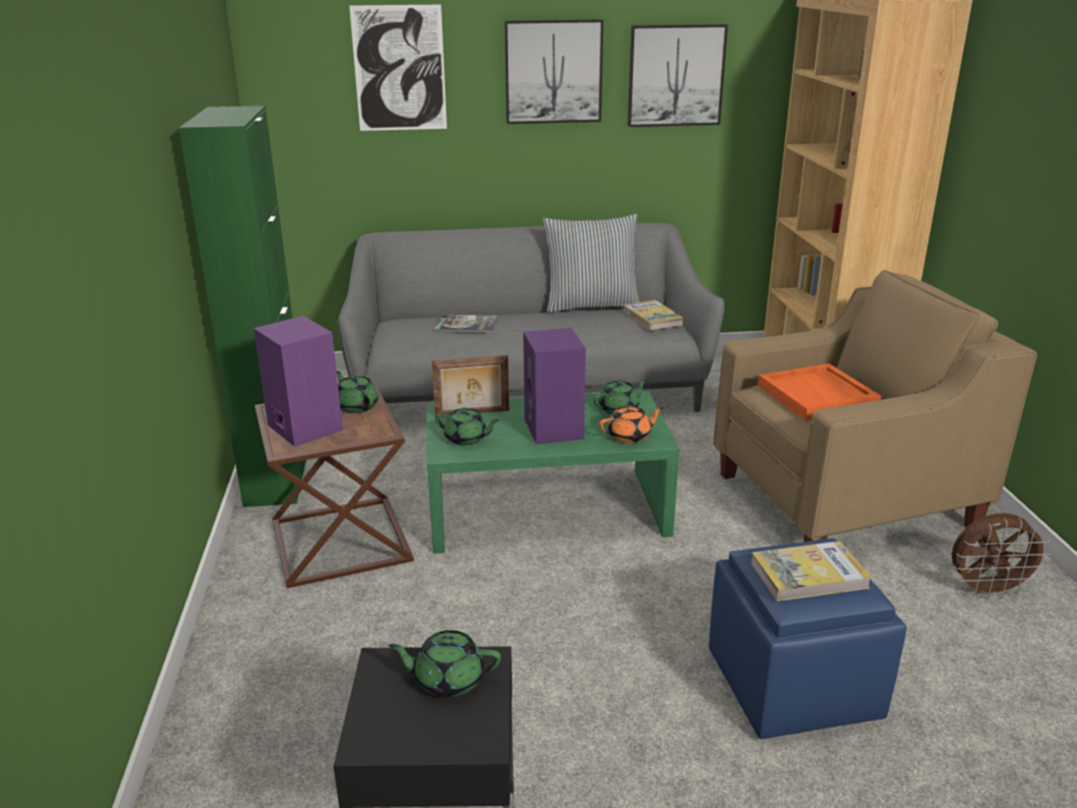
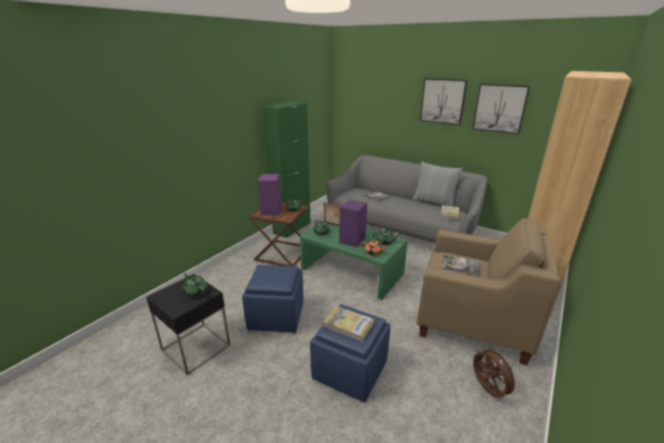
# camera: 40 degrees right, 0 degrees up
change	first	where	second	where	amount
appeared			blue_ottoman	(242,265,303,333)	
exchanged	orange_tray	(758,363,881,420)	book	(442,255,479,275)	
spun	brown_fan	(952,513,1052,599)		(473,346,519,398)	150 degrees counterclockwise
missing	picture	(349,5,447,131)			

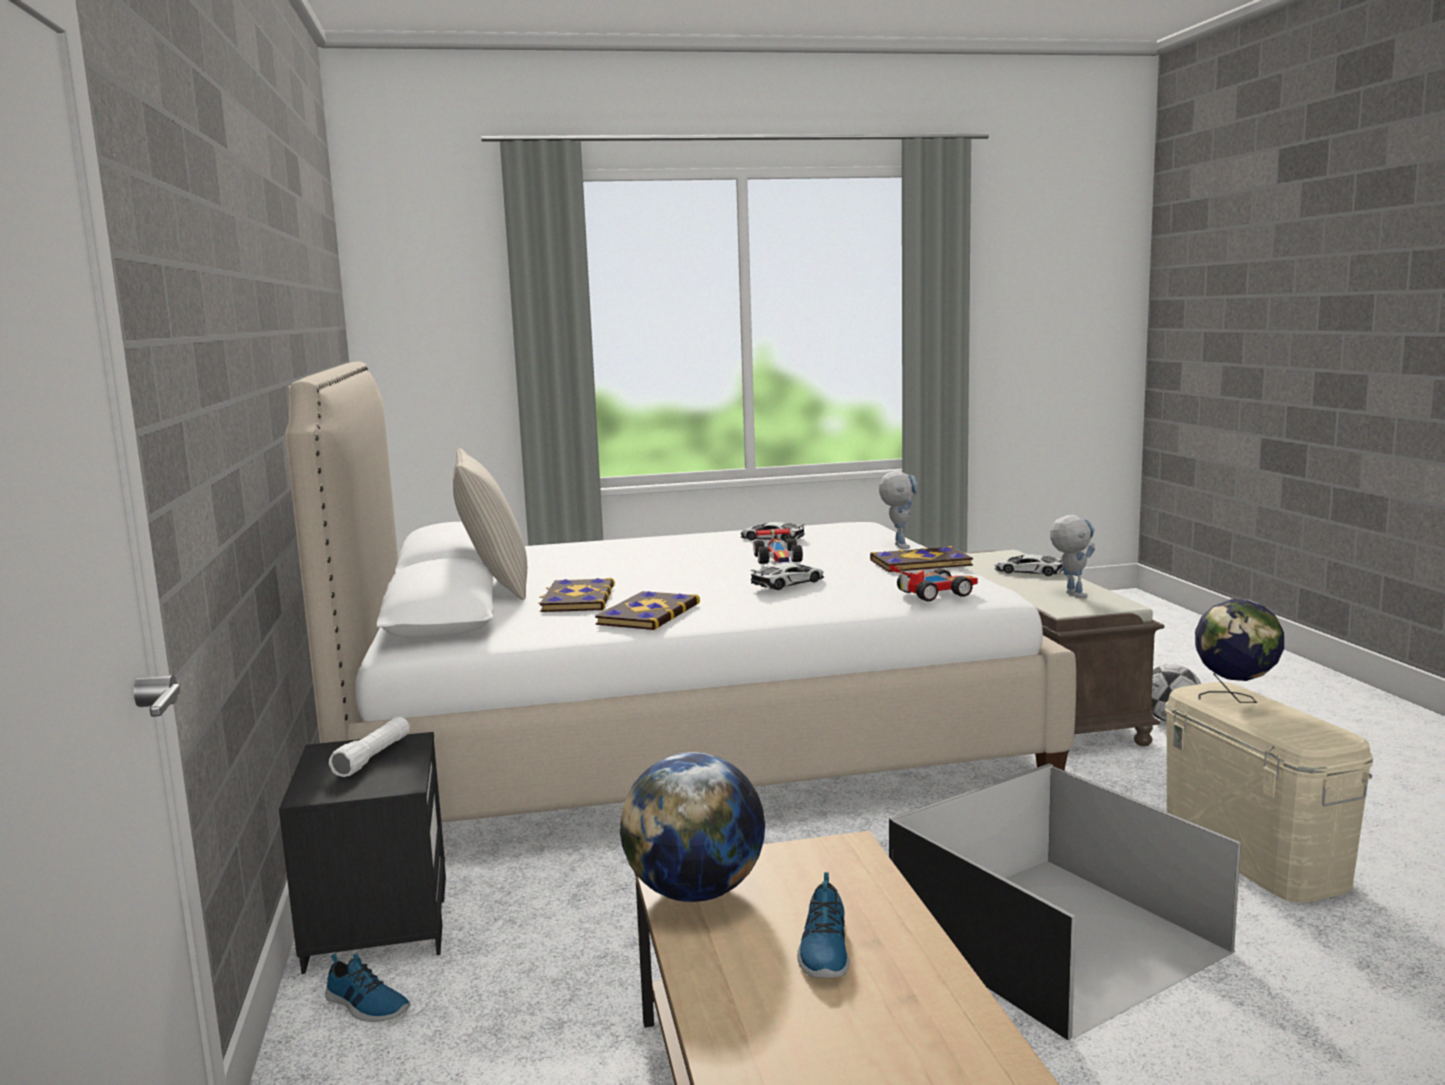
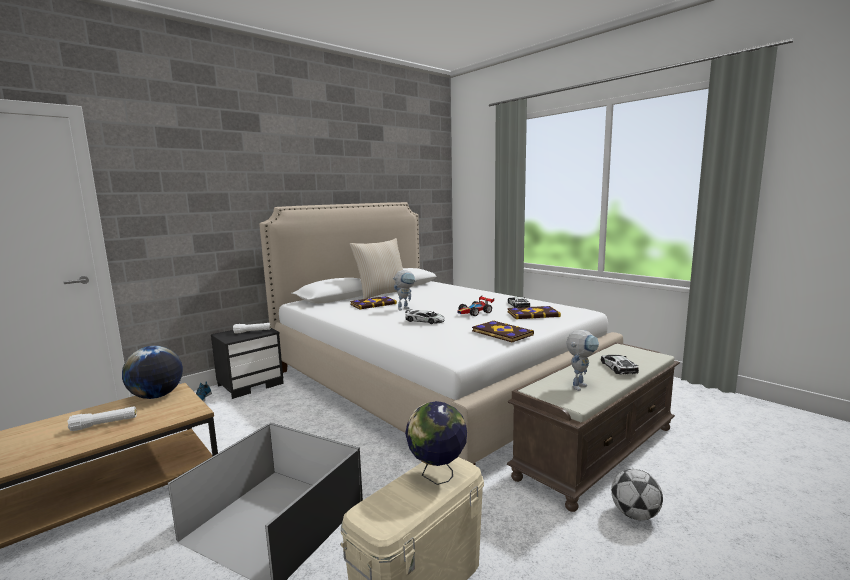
# camera: 60 degrees right, 0 degrees up
change	first	where	second	where	amount
exchanged	shoe	(797,872,850,978)	white_flashlight	(67,406,137,431)	
relocated	toy_robot	(879,471,918,549)		(393,270,416,310)	
relocated	book	(595,591,700,630)		(507,306,561,319)	
missing	toy_car	(890,565,978,602)			

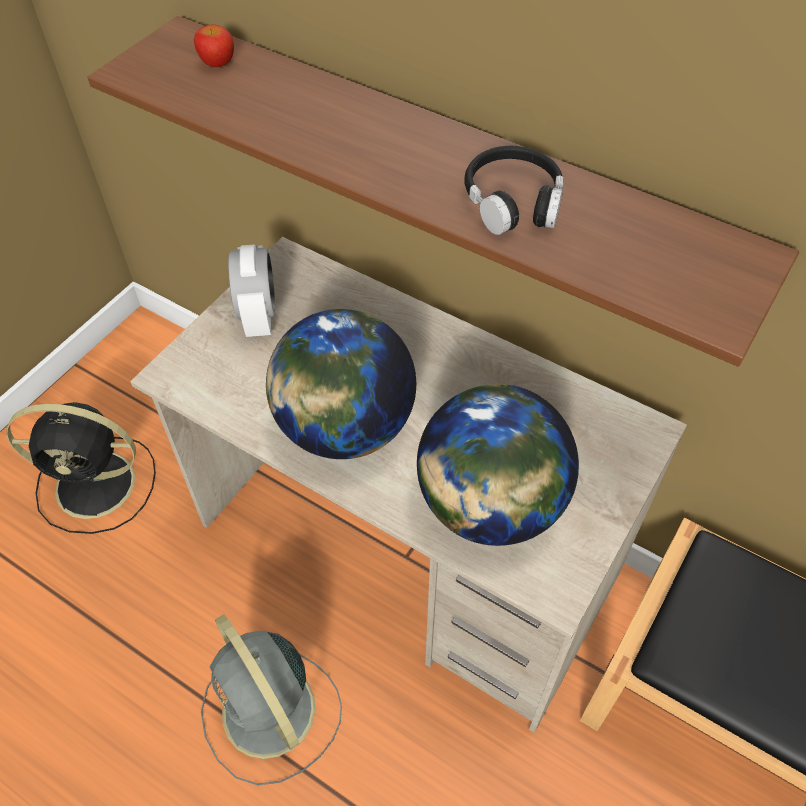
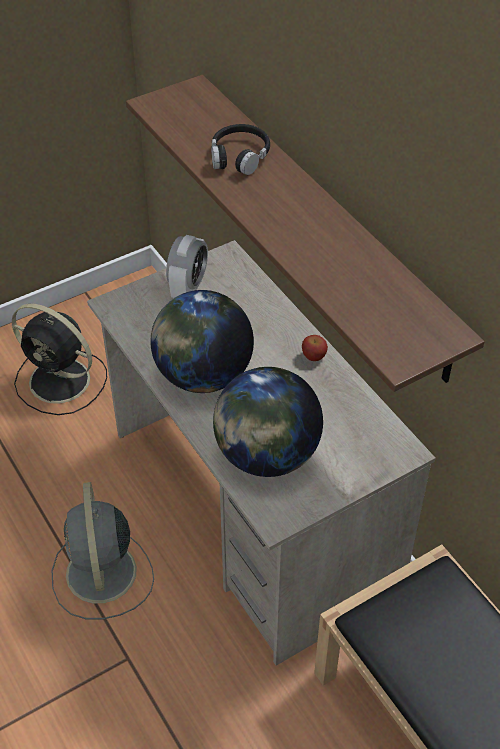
# camera: 25 degrees right, 5 degrees down
change	first	where	second	where	amount
relocated	black_headphones	(464,146,563,235)		(211,124,270,175)	
relocated	apple	(194,24,234,67)		(302,335,328,361)	

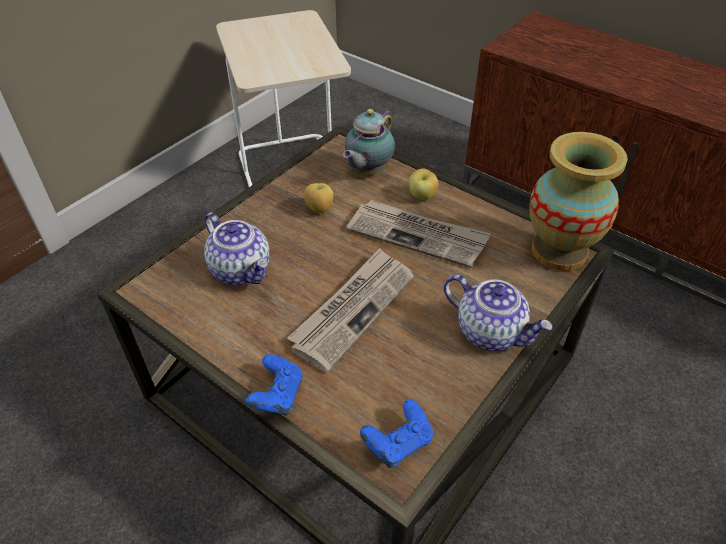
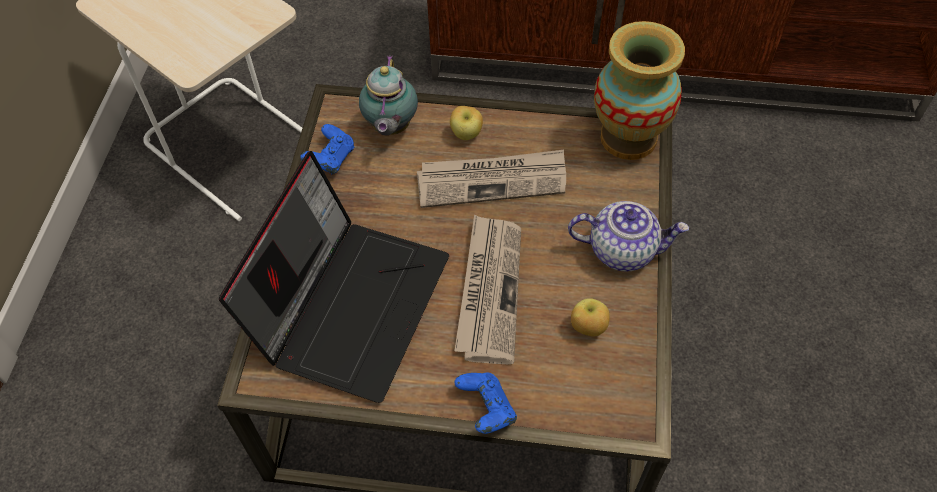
# camera: 30 degrees left, 10 degrees up
change	first	where	second	where	amount
exchanged	teapot	(204,212,270,285)	laptop	(219,151,449,403)	
relocated	blue_game_controller	(360,399,433,468)		(300,124,354,174)	
relocated	apple	(304,183,333,214)		(571,298,610,337)	

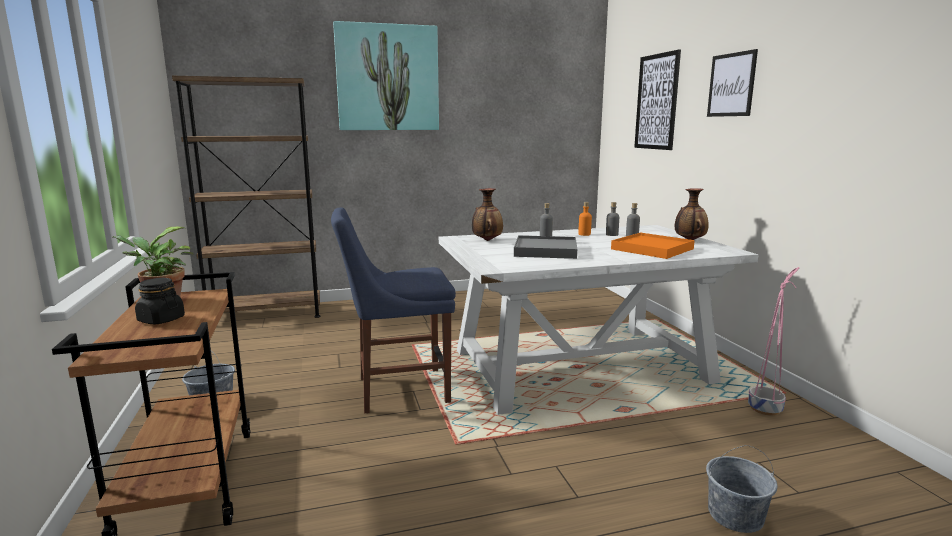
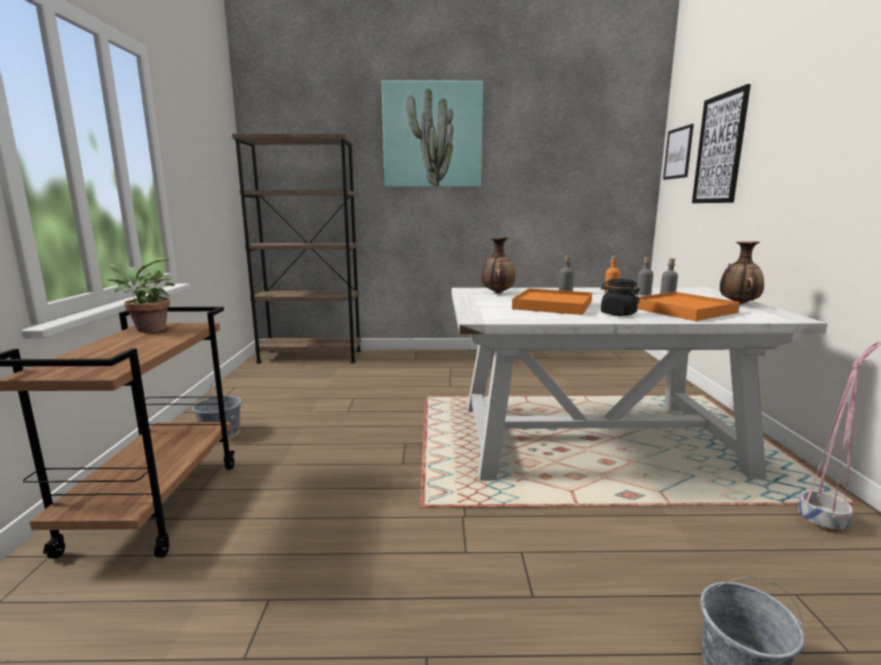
# camera: 15 degrees right, 0 degrees up
change	first	where	second	where	amount
colour	grey_tray	(514,235,577,259)	orange_tray	(512,288,592,315)	
relocated	black_jar	(135,278,185,325)		(601,279,640,316)	
relocated	picture	(707,49,758,117)		(663,124,694,180)	
missing	blue_chair	(331,207,456,413)			

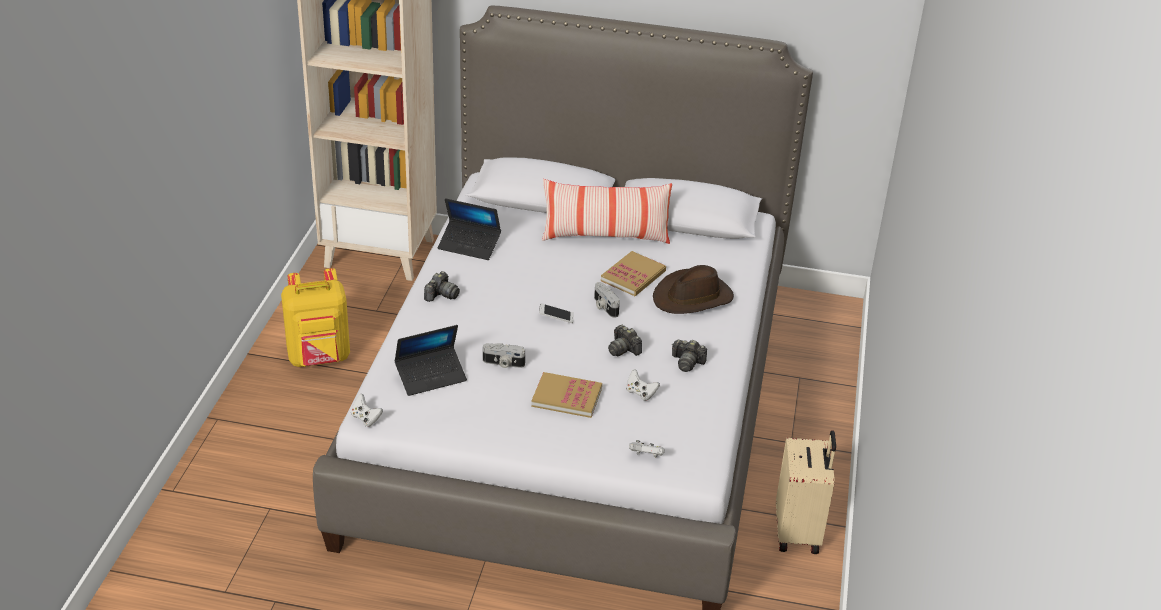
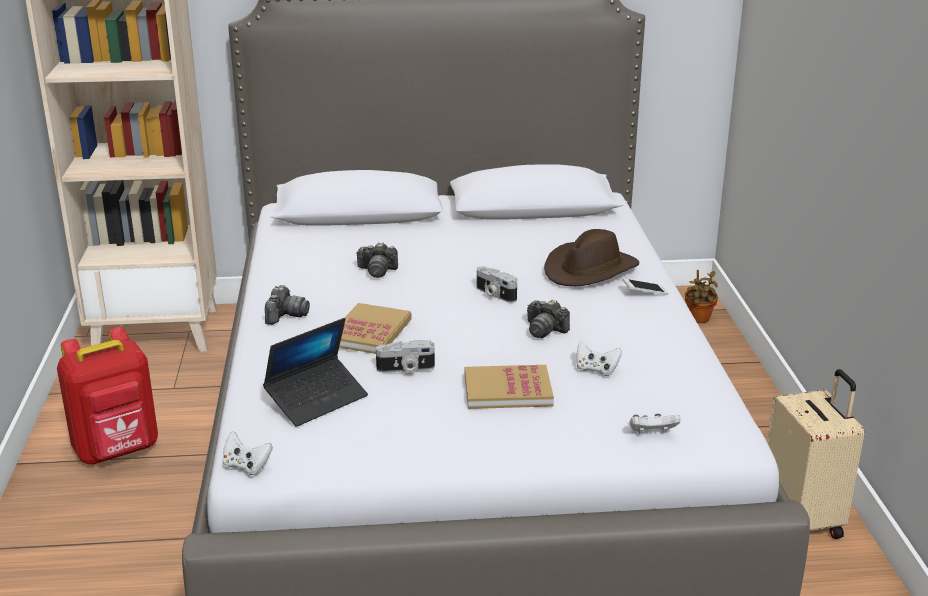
# camera: 15 degrees left, 10 degrees down
change	first	where	second	where	amount
colour	yellow_backpack	(281,268,350,367)	red_backpack	(57,327,158,465)	
relocated	book	(601,251,666,296)		(339,303,412,354)	
relocated	photo_camera	(672,340,707,372)		(356,242,398,278)	
relocated	phone	(539,303,574,323)		(622,278,668,295)	
appeared			potted_plant	(685,270,718,323)	
missing	laptop	(438,198,501,260)			
missing	pillow	(542,179,672,244)			

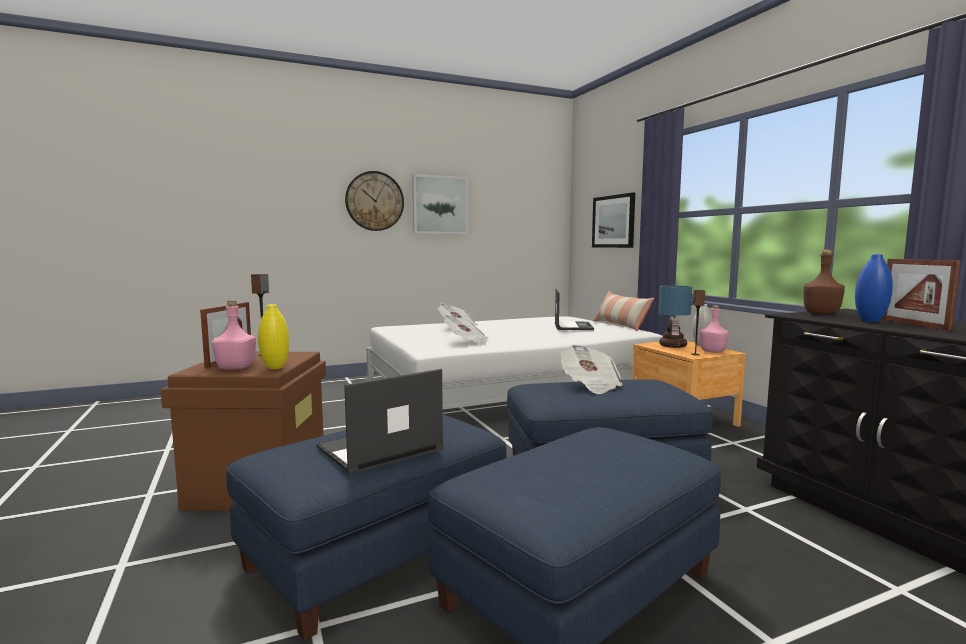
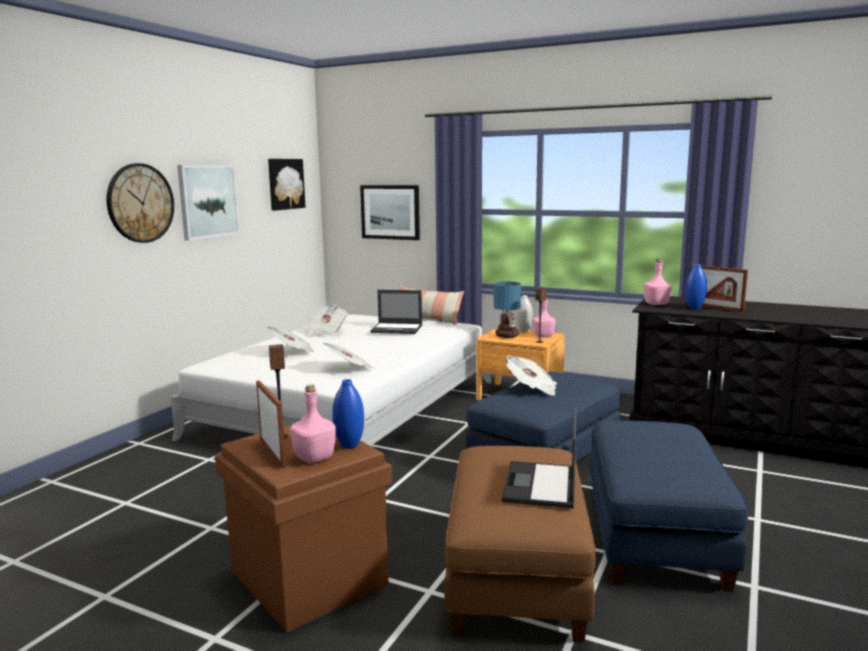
# camera: 40 degrees left, 5 degrees up
change	first	where	second	where	amount
appeared			picture	(268,159,306,211)	
appeared			newspaper	(308,305,348,337)	
colour	yellow_vase	(258,304,289,369)	blue_vase	(333,379,364,449)	
spun	laptop	(555,289,594,330)		(370,290,422,334)	135 degrees clockwise
colour	blue_ottoman	(226,415,507,640)	brown_ottoman	(444,446,596,643)	
colour	brown_bottle	(803,249,845,314)	pink_bottle	(644,259,672,305)	

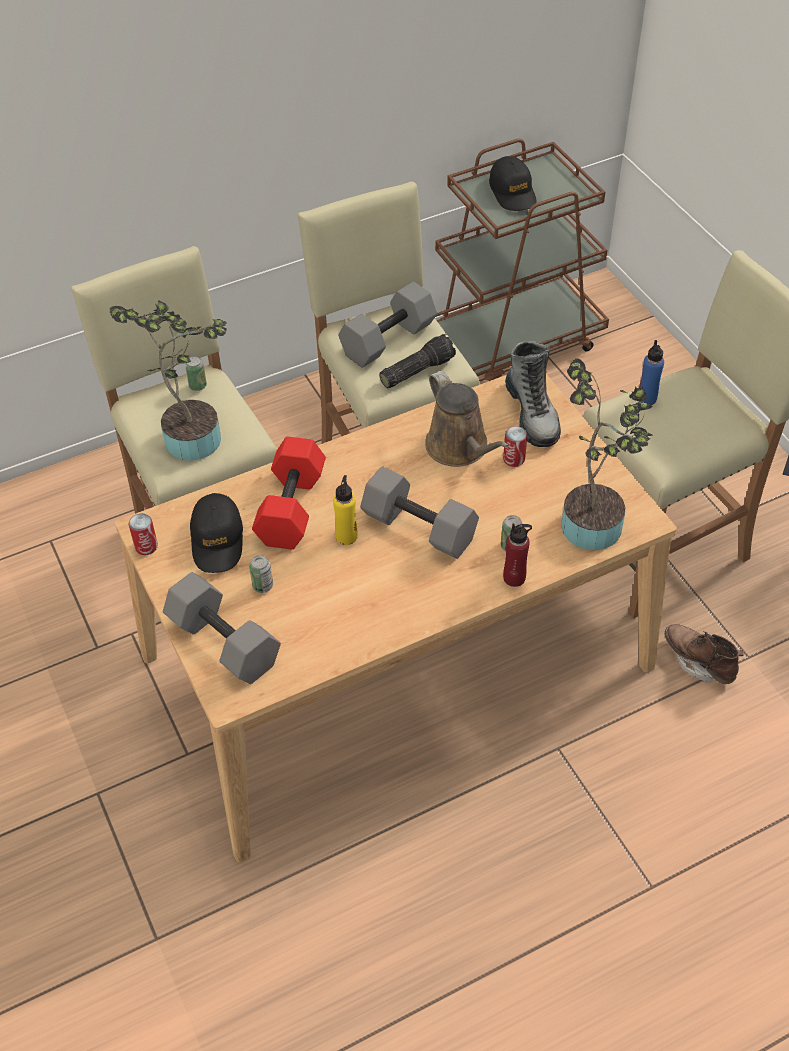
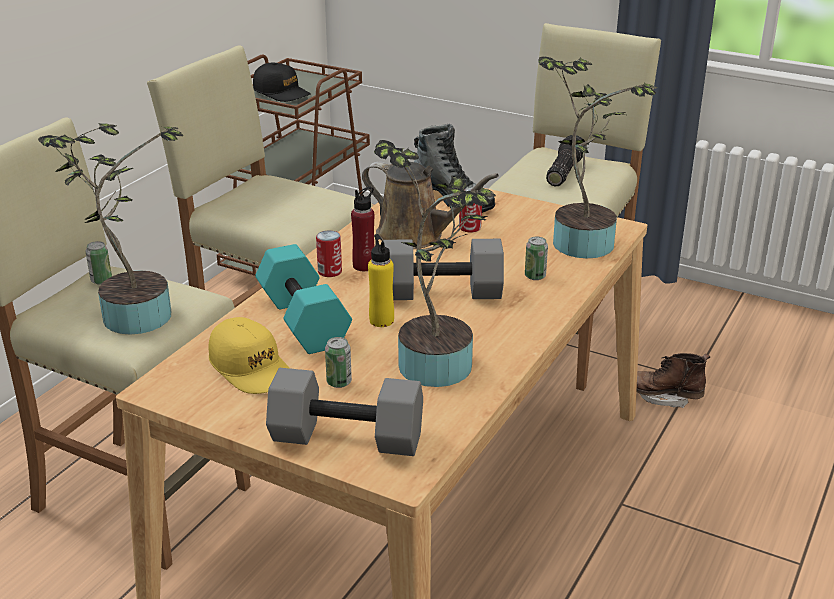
# camera: 35 degrees left, 20 degrees down
change	first	where	second	where	amount
colour	black_cap	(190,493,243,573)	yellow_cap	(209,317,289,394)	
colour	red_dumbbell	(252,437,326,550)	turquoise_dumbbell	(255,244,352,354)	
relocated	can	(128,513,158,555)		(316,230,342,277)	
relocated	red_bottle	(503,524,532,587)		(351,187,375,271)	
appeared			potted_plant	(374,140,496,387)	
relocated	flashlight	(379,334,456,388)		(546,135,585,186)	
missing	grey_dumbbell	(338,282,437,368)			
missing	blue_bottle	(638,340,664,405)			

